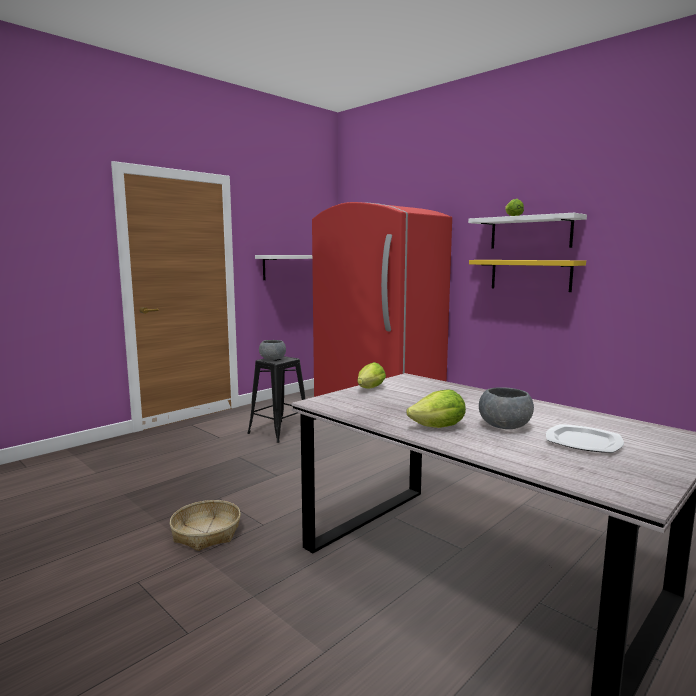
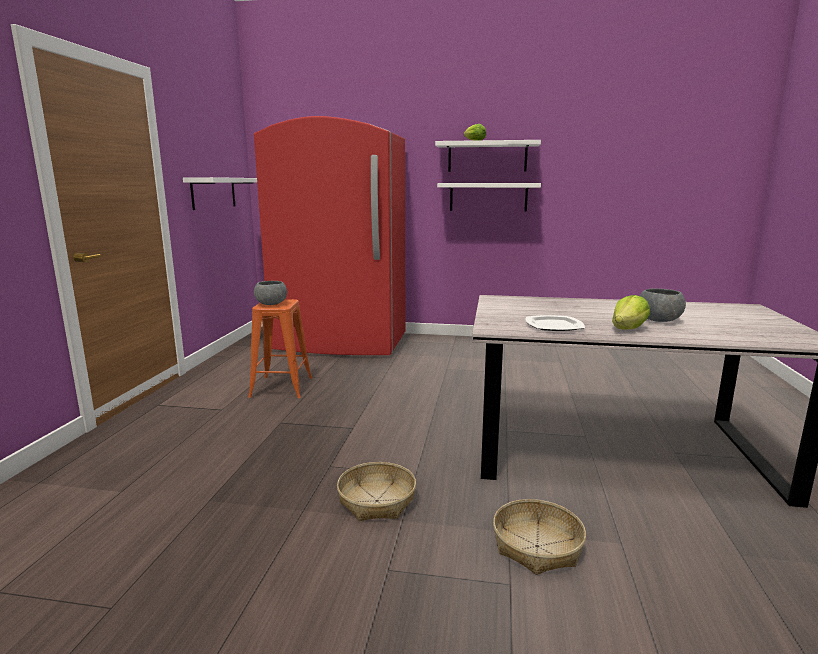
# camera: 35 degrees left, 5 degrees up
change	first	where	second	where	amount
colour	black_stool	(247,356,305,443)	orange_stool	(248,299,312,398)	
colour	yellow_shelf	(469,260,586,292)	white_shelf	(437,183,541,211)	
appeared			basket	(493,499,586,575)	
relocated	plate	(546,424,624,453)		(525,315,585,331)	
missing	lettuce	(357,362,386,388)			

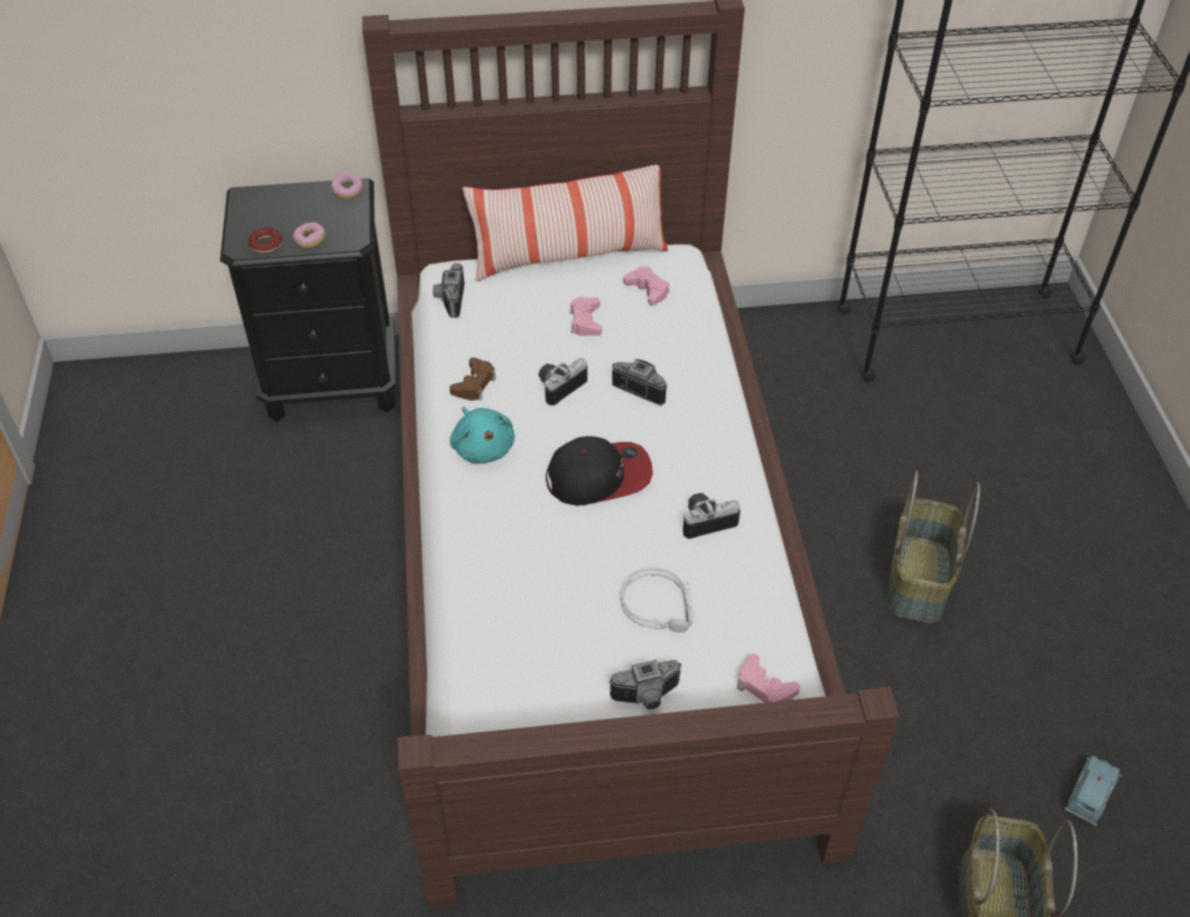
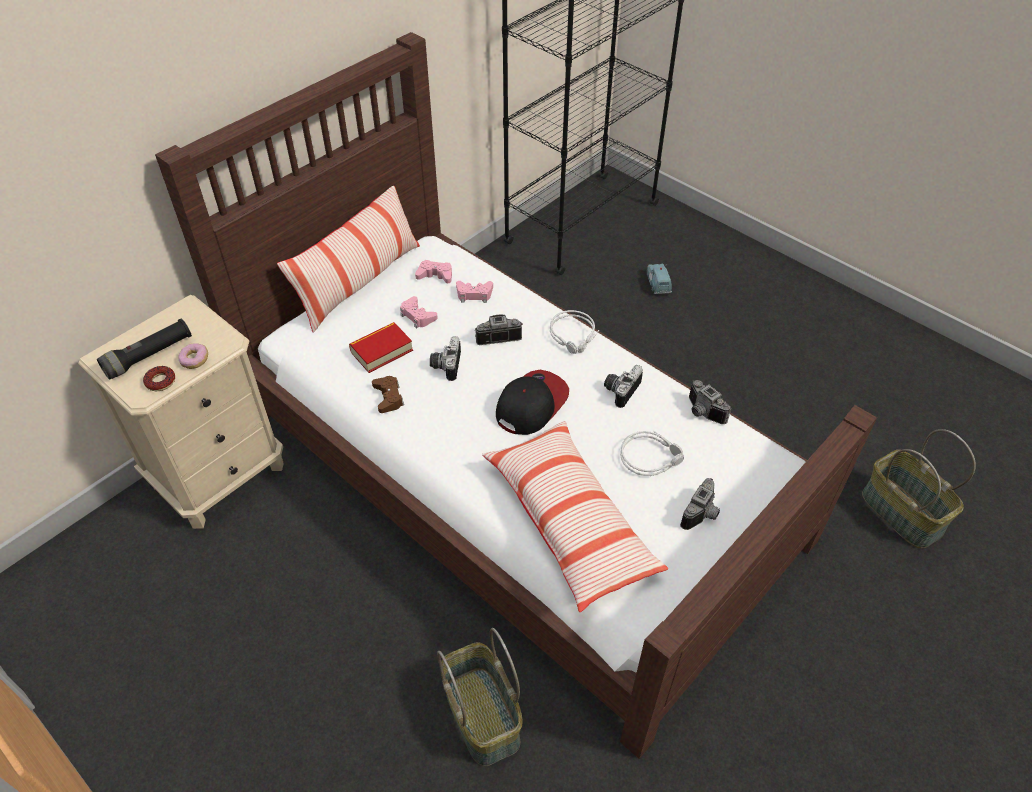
# camera: 40 degrees left, 0 degrees up
change	first	where	second	where	amount
colour	black_nightstand	(220,178,396,422)	beige_nightstand	(78,295,283,529)	
appeared			black_flashlight	(97,319,192,380)	
appeared			book	(349,322,413,373)	
relocated	basket	(887,470,980,623)		(437,628,523,766)	
relocated	pink_game_controller	(737,654,800,703)		(456,281,493,303)	
appeared			pillow	(482,421,668,612)	
appeared			grey_headphones	(550,310,599,354)	
relocated	blue_toy_car	(1064,756,1122,826)		(646,263,672,294)	
relocated	photo_camera	(433,263,465,318)		(689,380,731,424)	
missing	donut	(331,172,363,200)			
missing	turquoise_plush_toy	(450,407,515,463)			

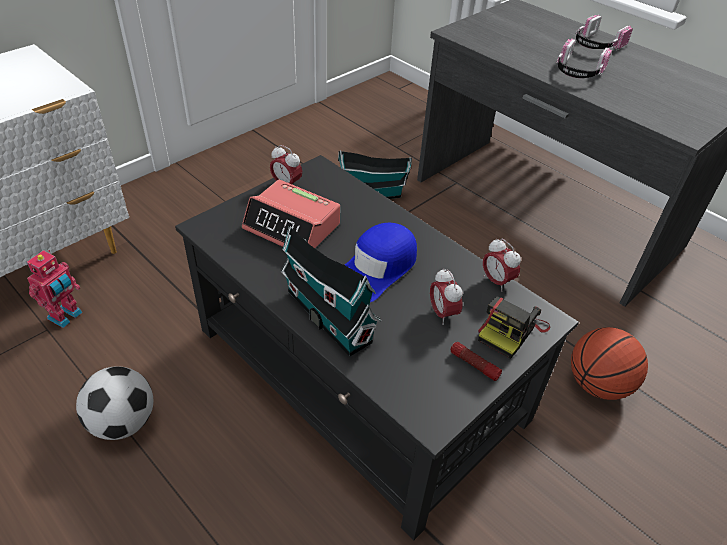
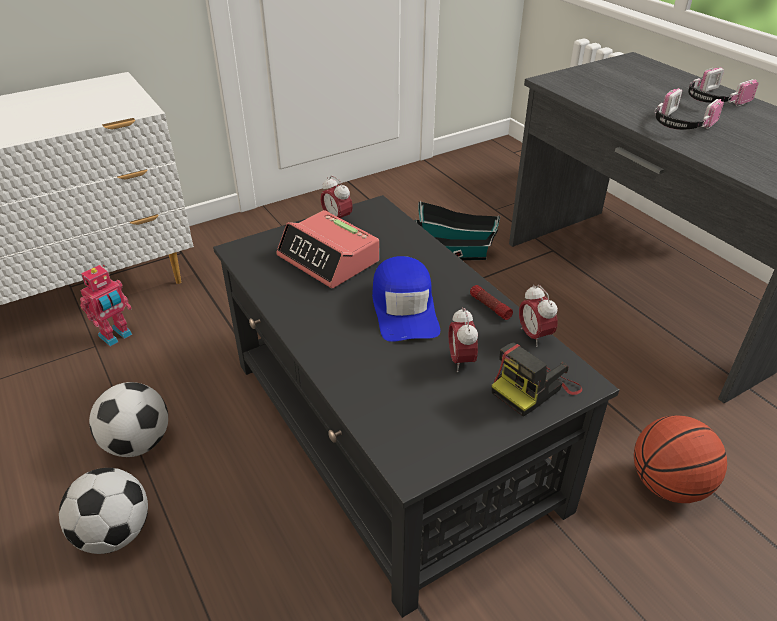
# camera: 15 degrees right, 5 degrees down
change	first	where	second	where	amount
appeared			football	(59,468,148,554)	
spun	blue_cap	(345,223,417,302)		(372,256,440,342)	60 degrees counterclockwise
relocated	flashlight	(450,342,502,381)		(470,285,513,320)	
missing	toy_house	(281,226,381,356)			

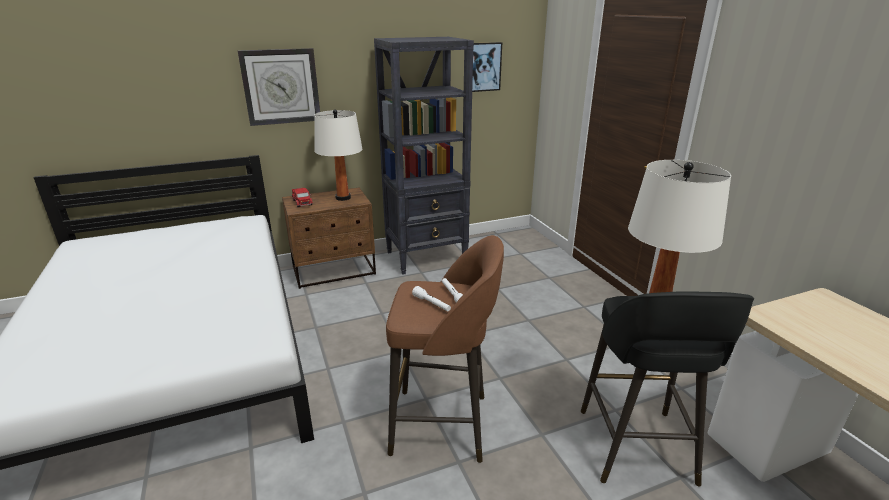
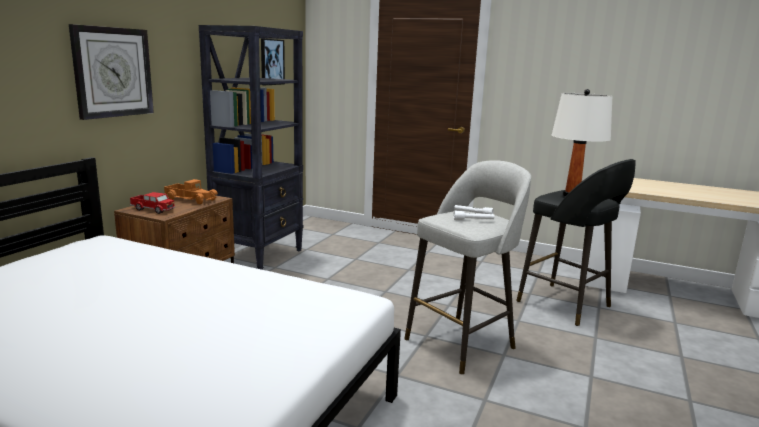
# camera: 45 degrees left, 10 degrees down
change	first	where	second	where	amount
exchanged	white_table_lamp	(314,109,362,201)	toy_truck	(164,179,218,204)	
colour	brown_stool	(386,235,504,463)	grey_stool	(404,160,531,375)	

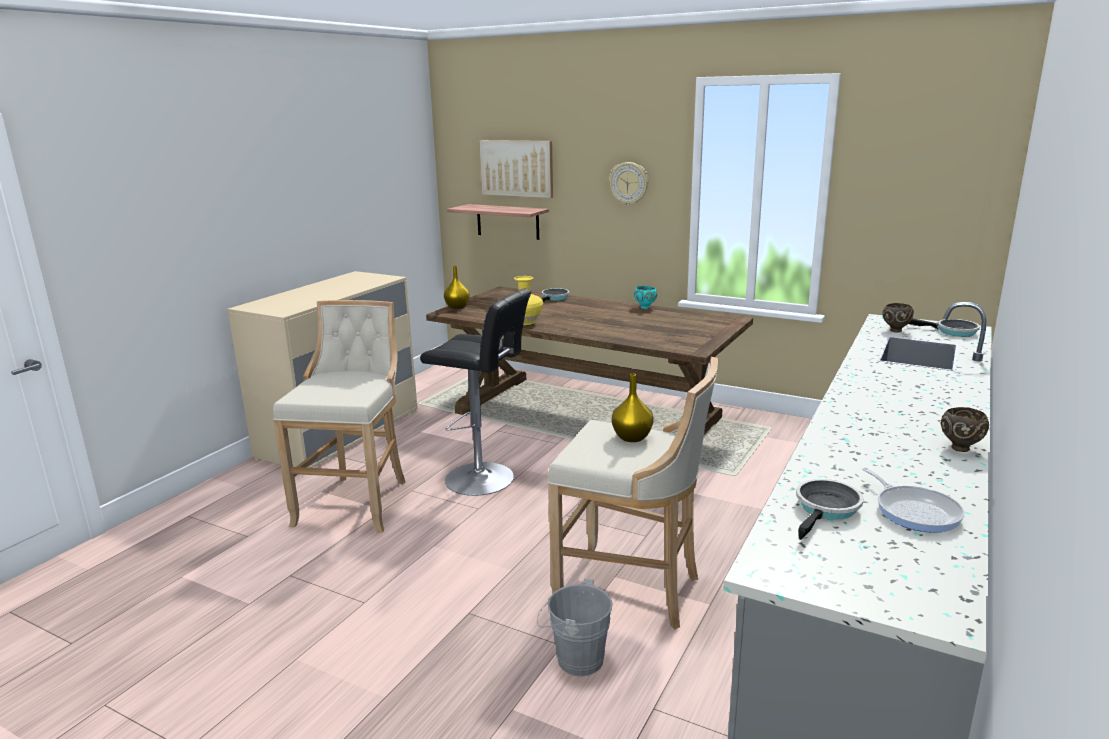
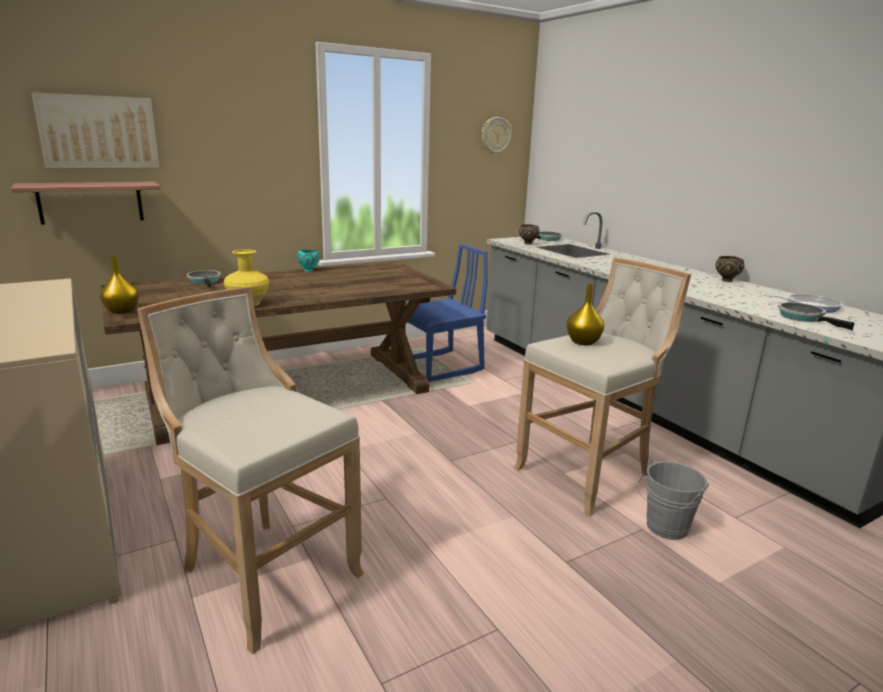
# camera: 60 degrees left, 0 degrees up
change	first	where	second	where	amount
appeared			blue_chair	(405,244,488,382)	
relocated	wall_clock	(609,162,649,206)		(482,117,512,155)	
missing	black_stool	(420,288,532,496)			

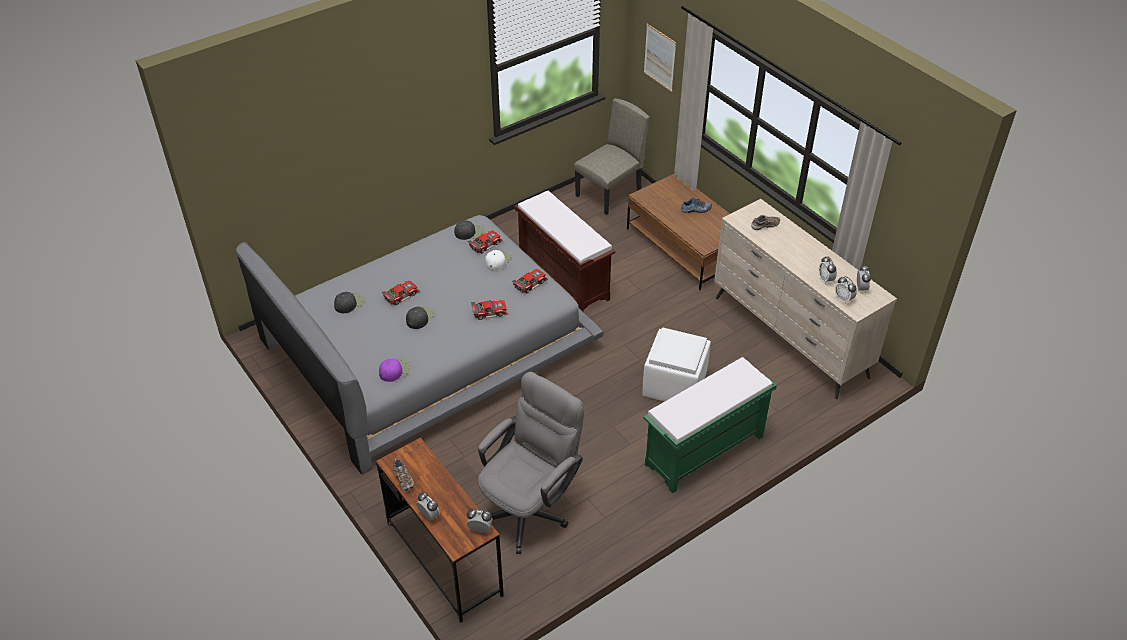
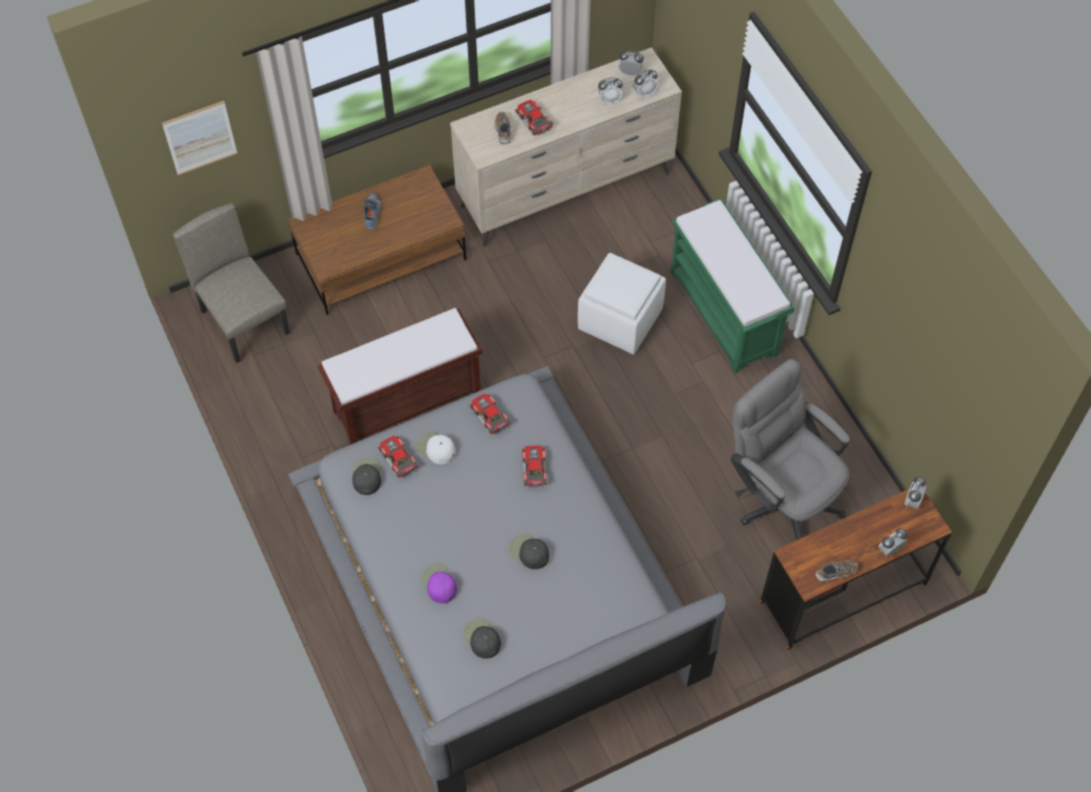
# camera: 80 degrees left, 15 degrees up
change	first	where	second	where	amount
relocated	purple_cap	(379,359,412,382)		(420,564,457,603)	
relocated	toy_car	(382,281,420,305)		(515,100,554,135)	

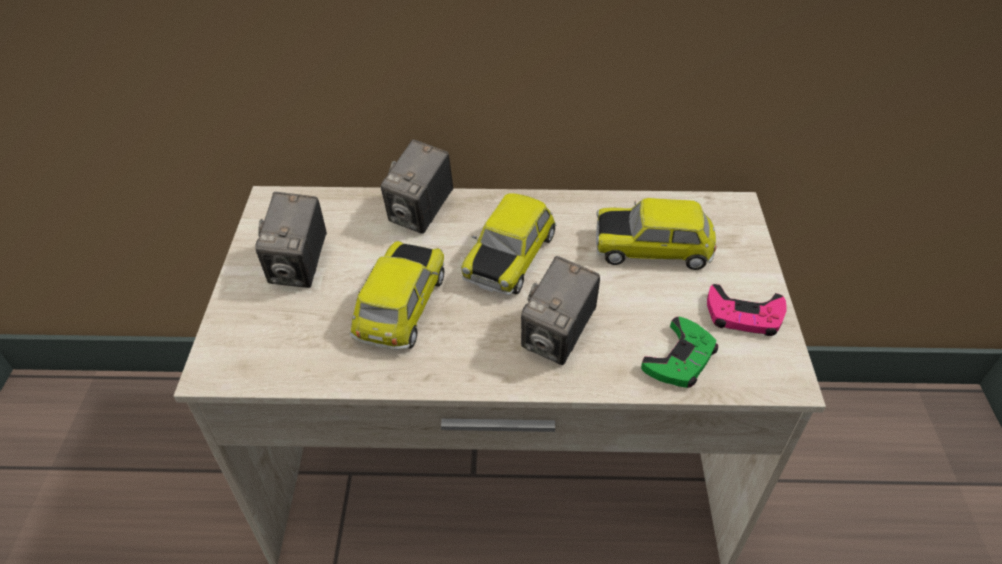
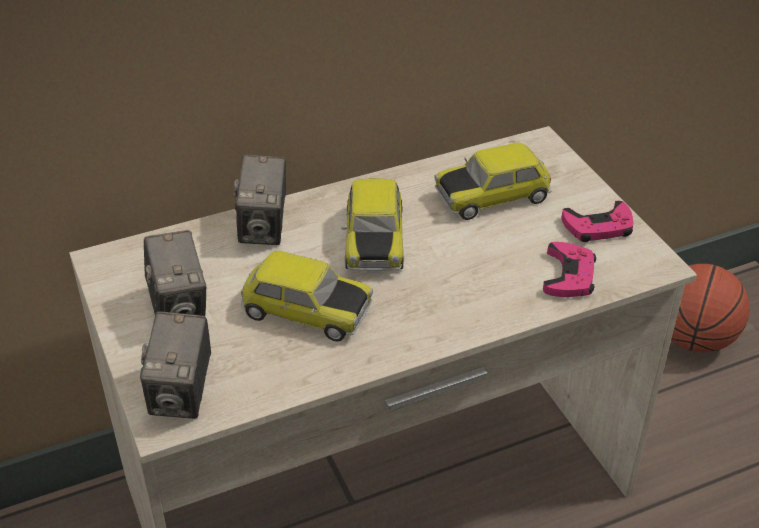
# camera: 25 degrees left, 5 degrees down
change	first	where	second	where	amount
relocated	photo_camera	(521,256,600,365)		(140,312,211,419)	
spun	toy_car	(350,241,444,350)		(241,251,373,341)	120 degrees clockwise
colour	green_game_controller	(641,316,718,388)	pink_game_controller	(543,242,596,297)	
appeared			basketball	(671,264,750,353)	

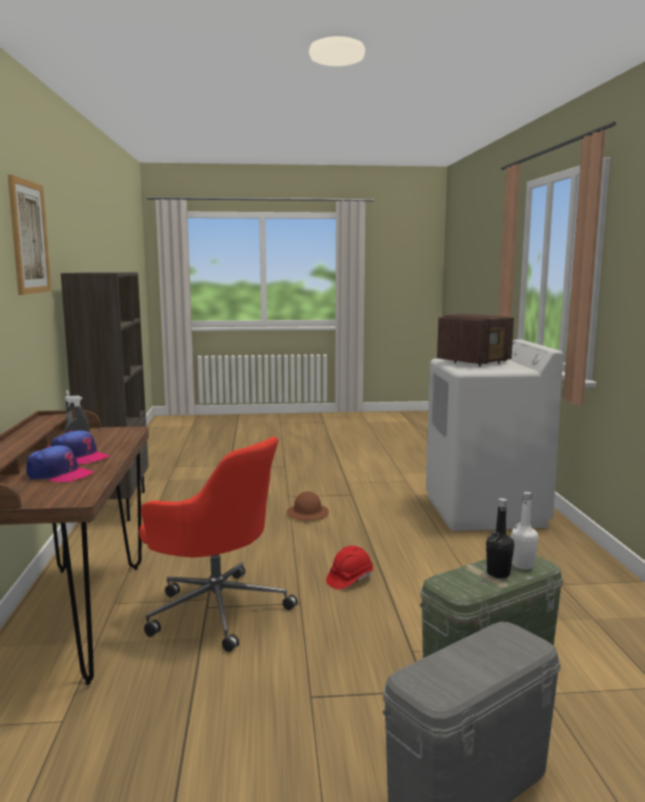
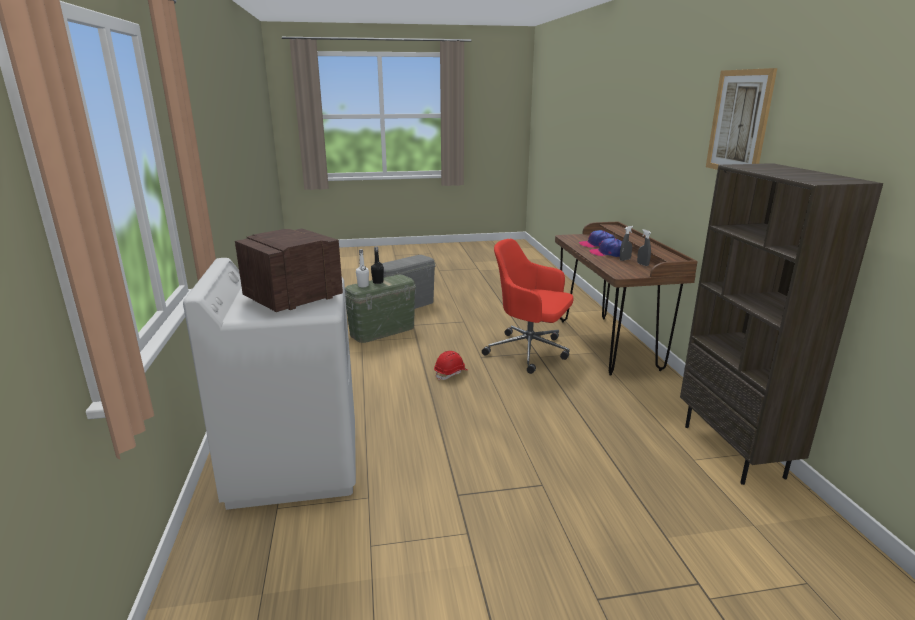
# camera: 175 degrees right, 10 degrees up
change	first	where	second	where	amount
missing	brown_hard_hat	(287,491,329,521)			

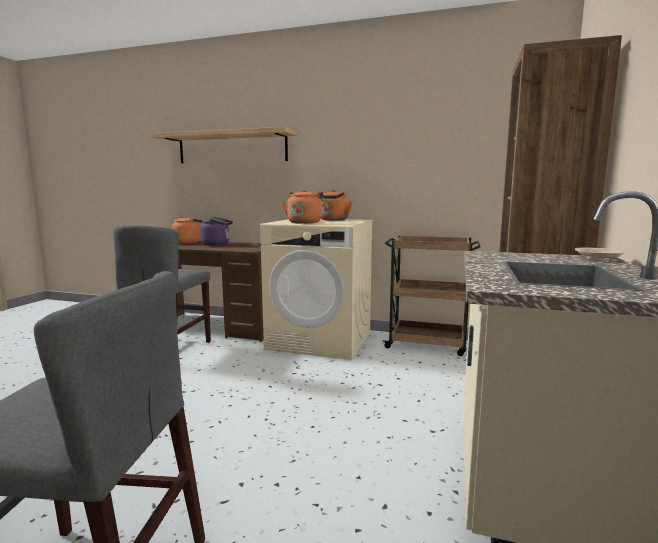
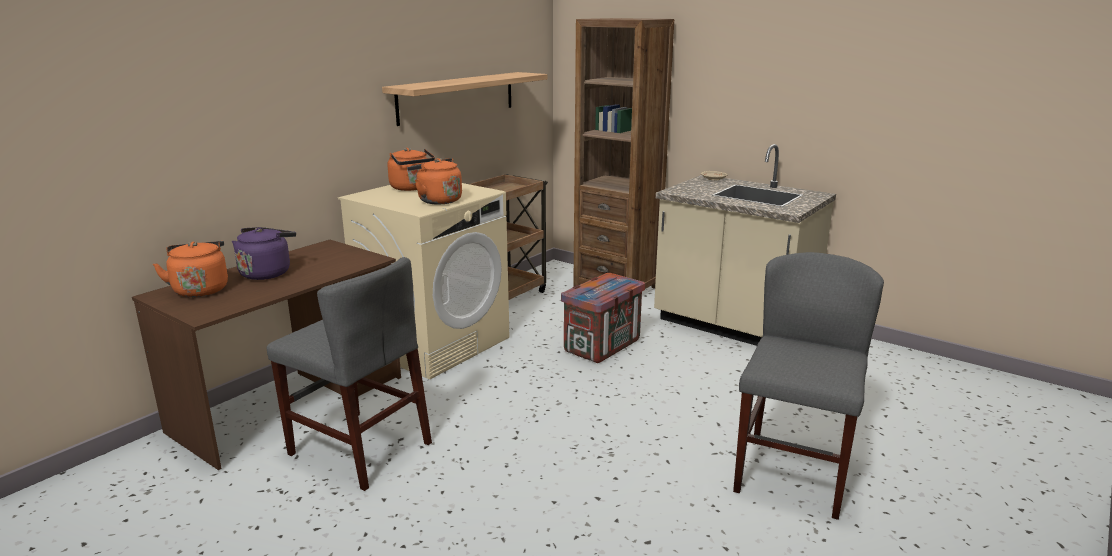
# camera: 70 degrees left, 10 degrees up
change	first	where	second	where	amount
relocated	shelf	(152,127,297,163)		(382,72,547,126)	
appeared			crate	(561,273,645,363)	

